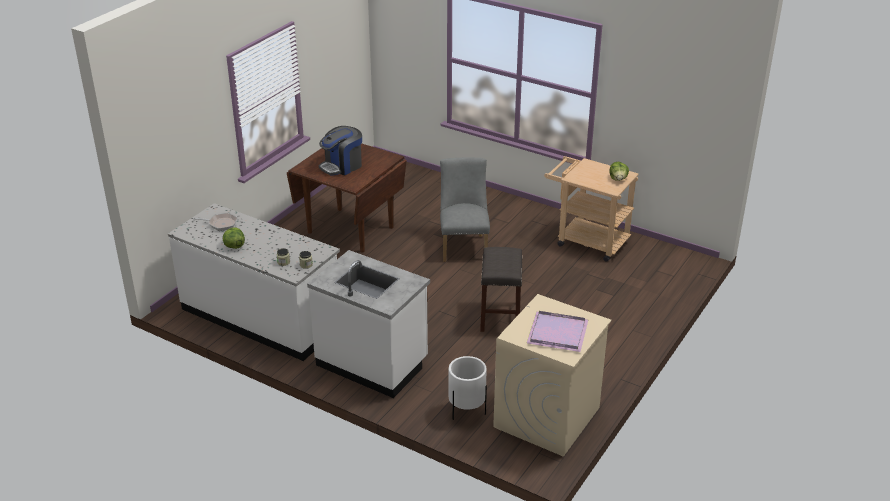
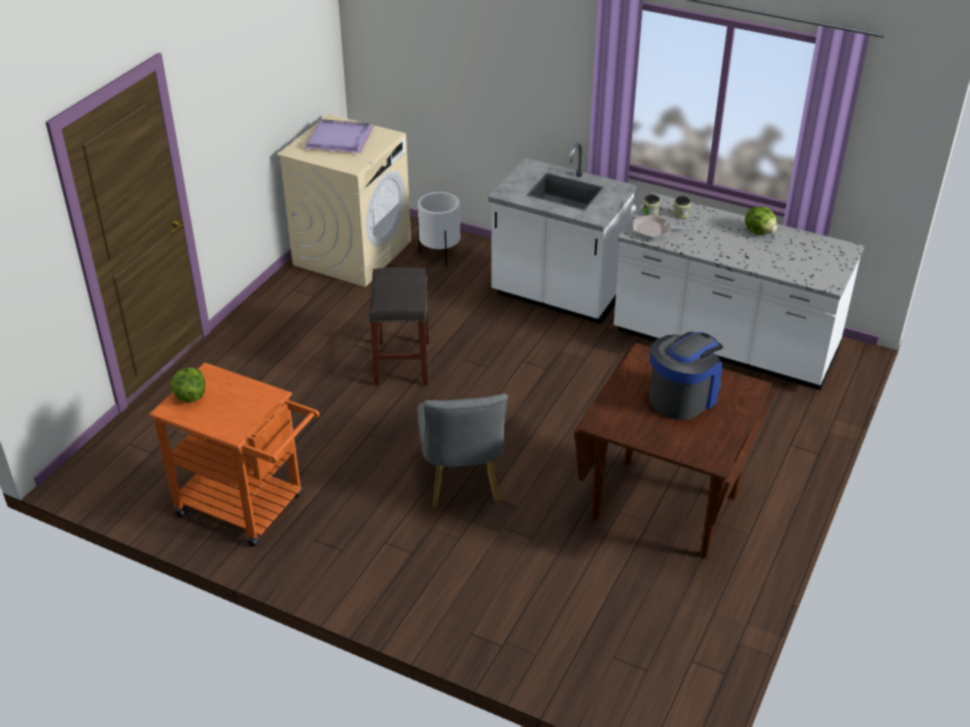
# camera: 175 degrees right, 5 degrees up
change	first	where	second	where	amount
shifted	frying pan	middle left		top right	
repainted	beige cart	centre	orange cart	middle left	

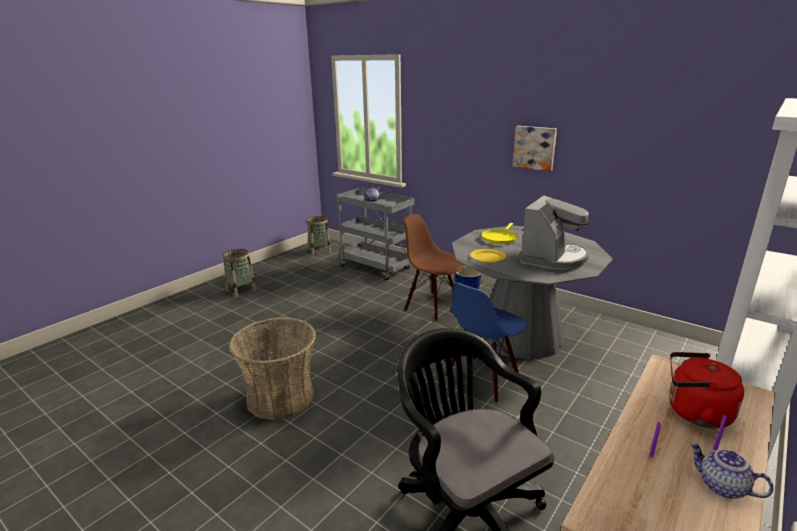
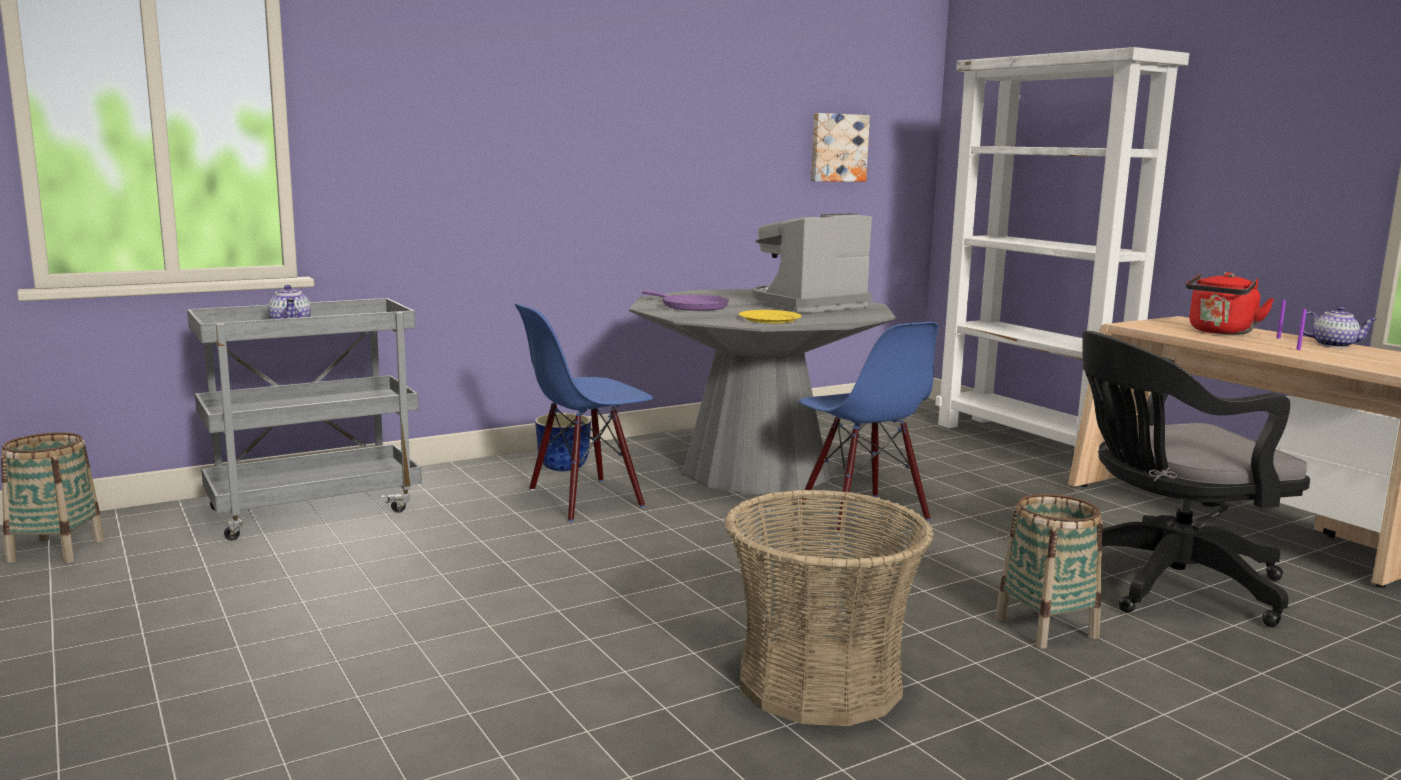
# camera: 70 degrees left, 10 degrees down
change	first	where	second	where	amount
shifted	basket (no. 1 from left in the first image)	middle left	basket (no. 3 from left)	bottom right	
repainted	brown chair	centre	blue chair (no. 1 from left)	centre	
repainted	yellow frying pan	centre	purple frying pan	centre	
shifted	picture	top right		top centre	
rotated	coffee machine	middle right		centre	90 degrees counterclockwise
rotated	teapot (no. 2 from left)	bottom right		middle right	135 degrees counterclockwise

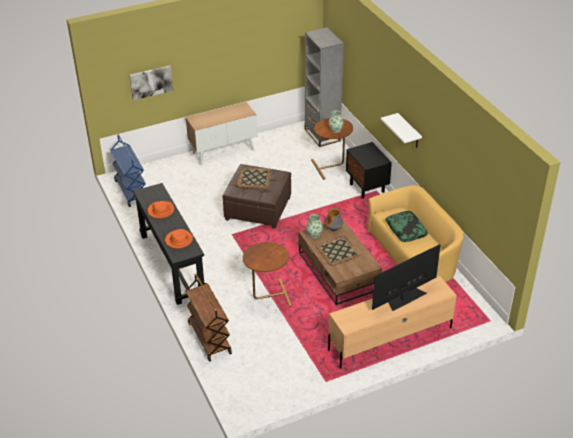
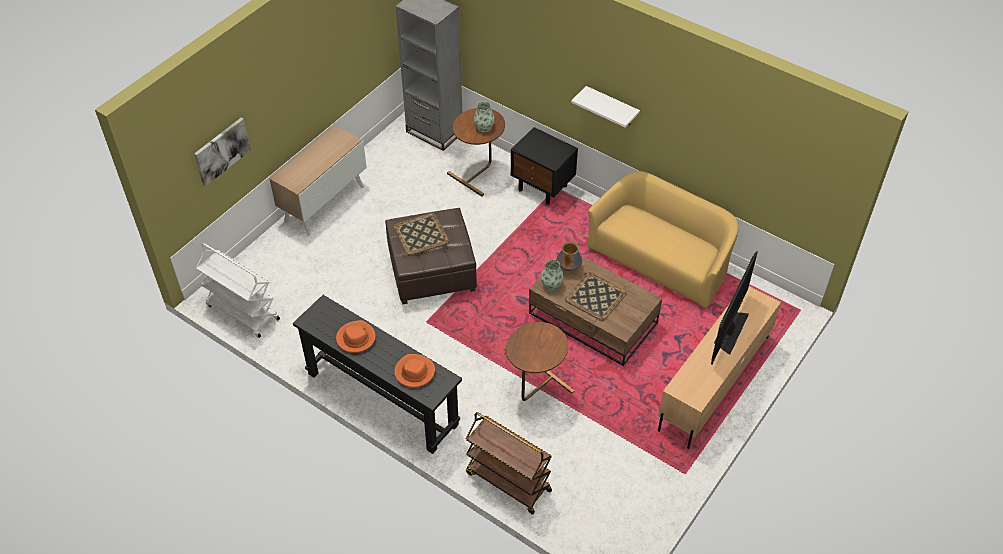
# camera: 30 degrees left, 10 degrees up
change	first	where	second	where	amount
repainted	blue cart	middle left	white cart	middle left	
gone	pillow	middle right			

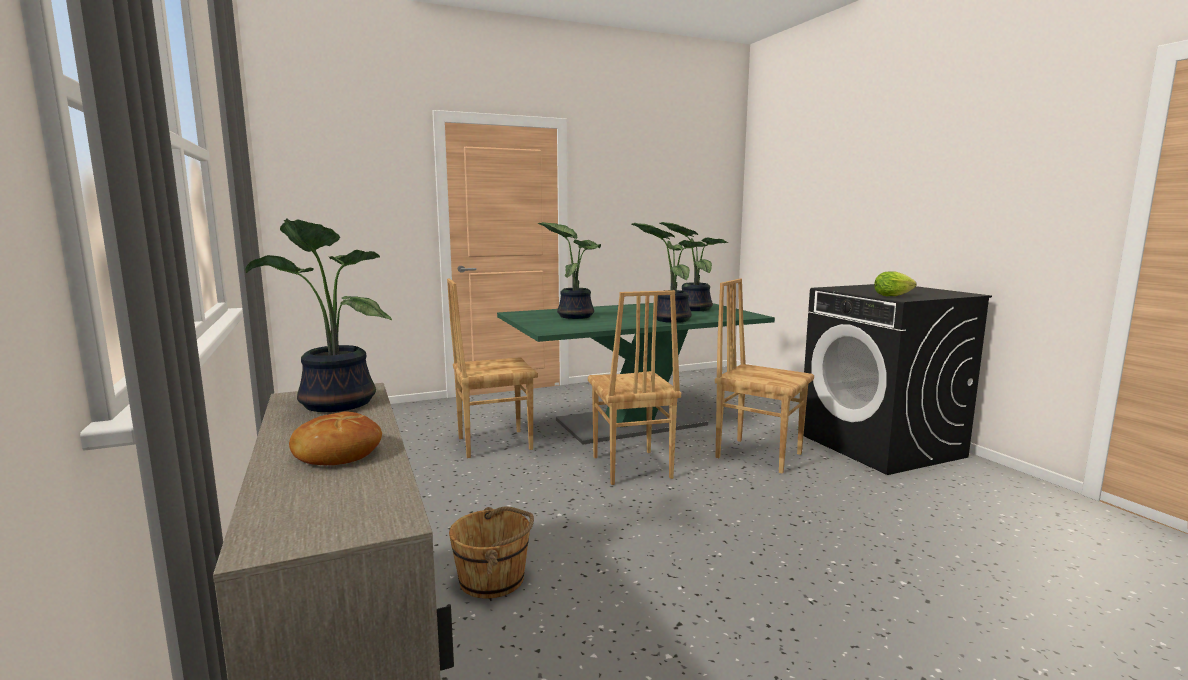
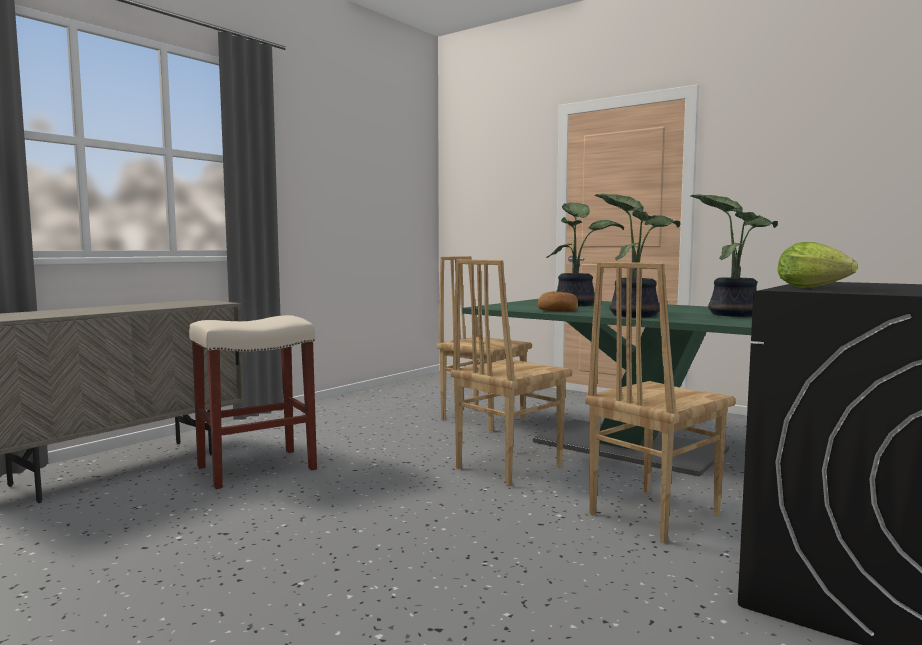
# camera: 60 degrees right, 5 degrees down
change	first	where	second	where	amount
gone	potted plant (no. 1 from left)	middle left			
shifted	bread	middle left		centre	
swapped	brown bucket	bottom centre	beige stool	middle left	
rotated	brown chair (no. 3 from left)	centre		middle right	135 degrees counterclockwise

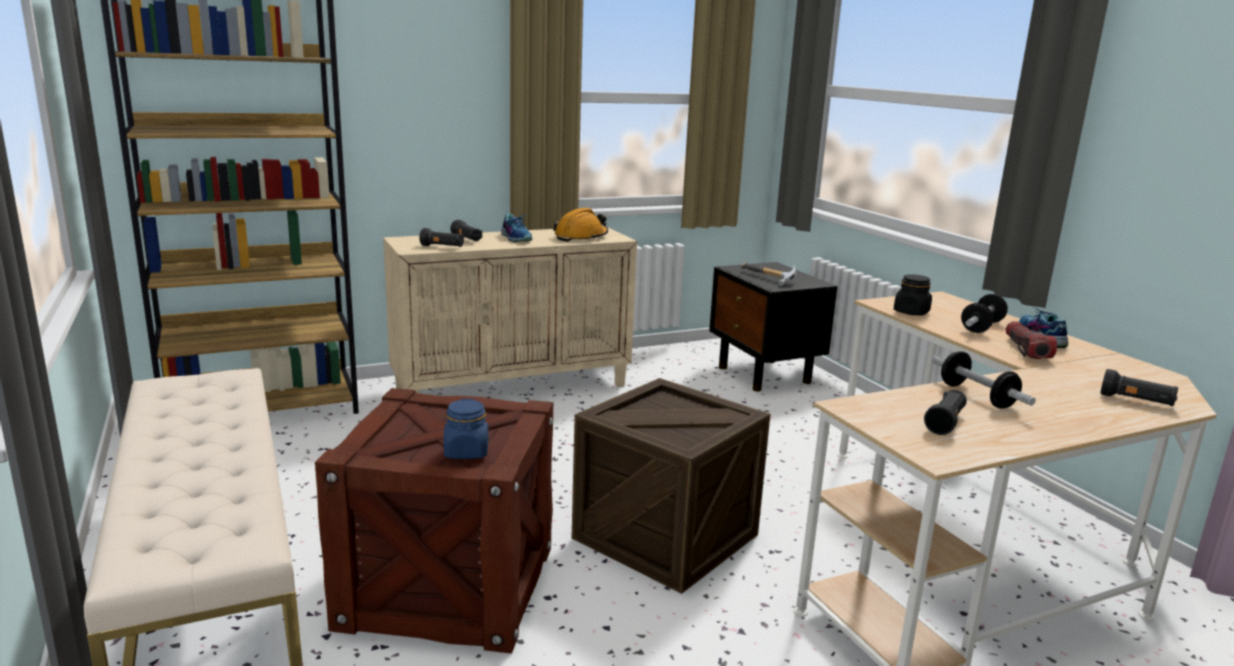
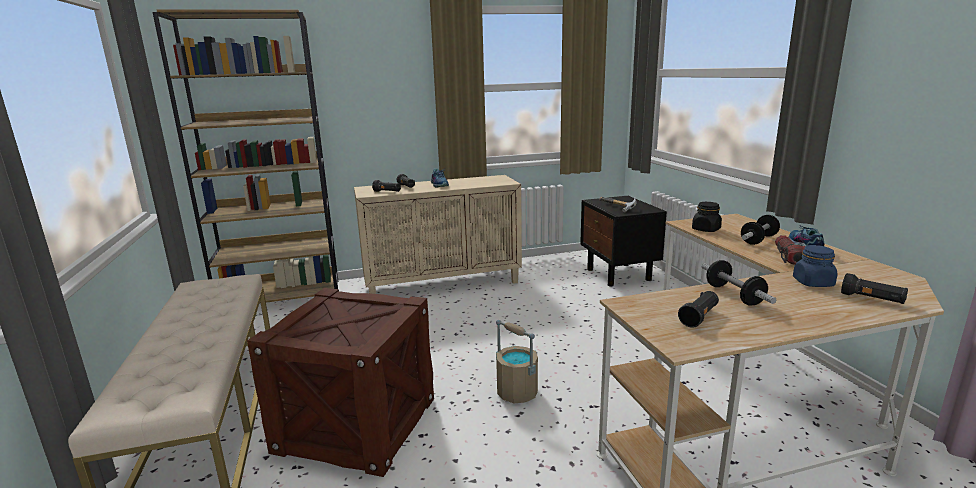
# camera: 10 degrees right, 0 degrees up
change	first	where	second	where	amount
shifted	blue jar	centre		middle right	
gone	orange hard hat	centre			
swapped	crate (no. 2 from left)	bottom centre	beige bucket	bottom centre	

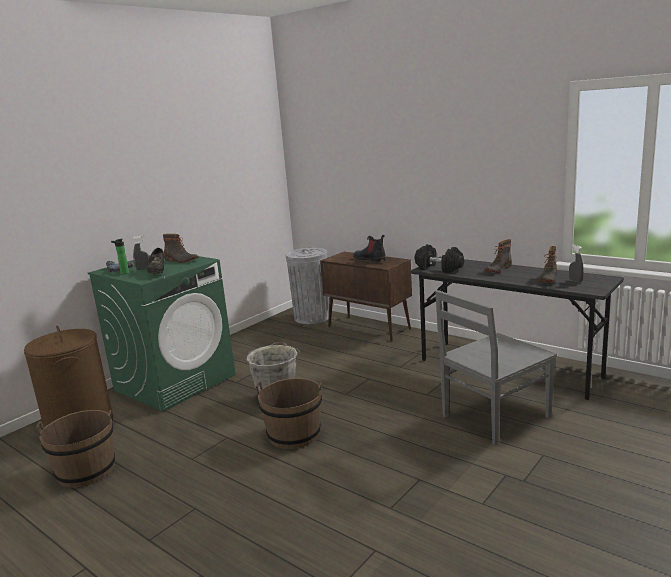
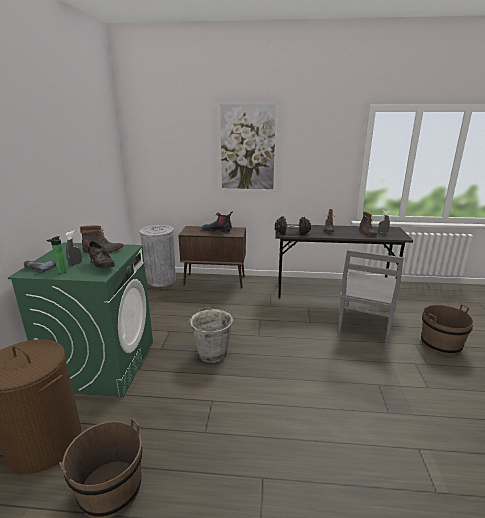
# camera: 35 degrees left, 5 degrees up
change	first	where	second	where	amount
shifted	brown bucket (no. 2 from left)	bottom centre		middle right	
new			picture	top centre	

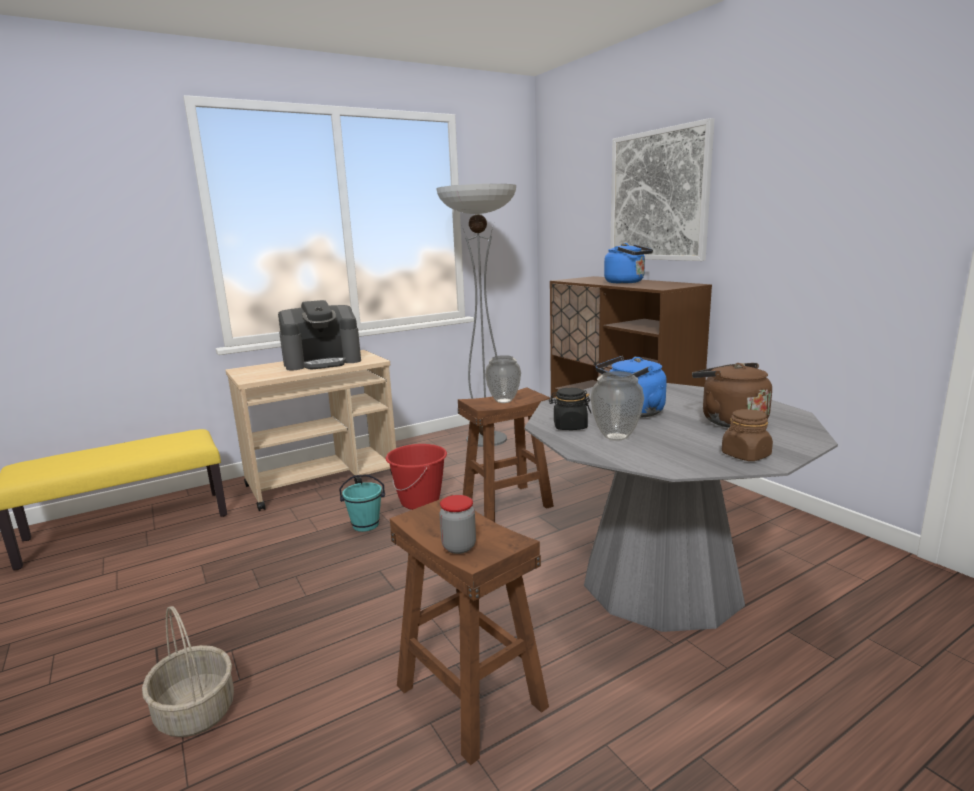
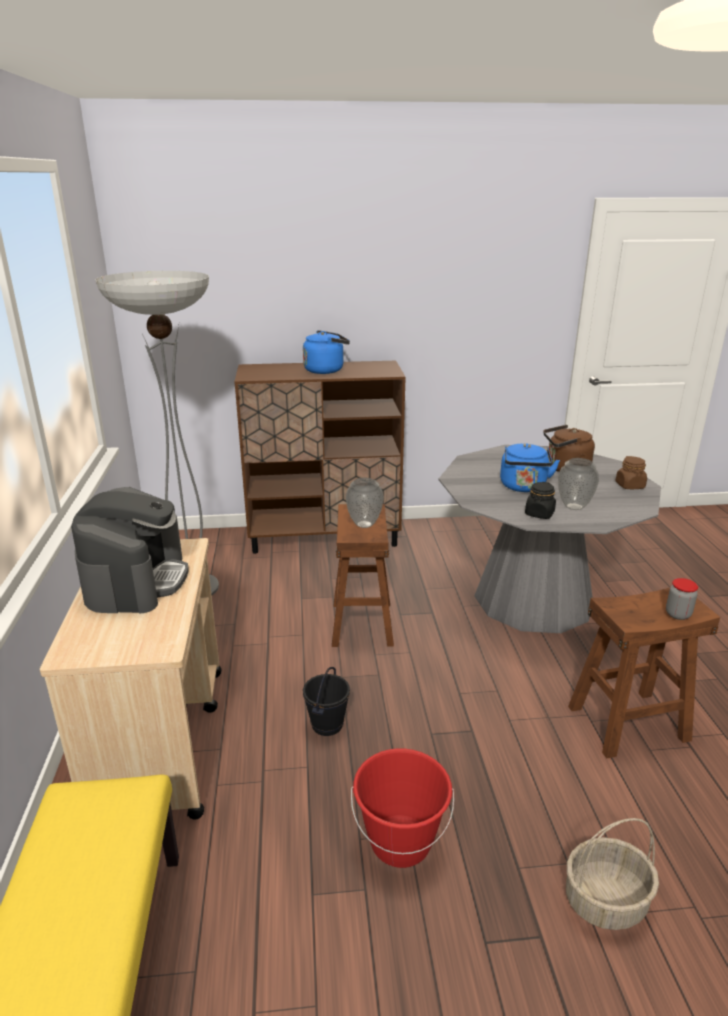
# camera: 65 degrees left, 10 degrees up
change	first	where	second	where	amount
repainted	turquoise bucket	centre	black bucket	bottom centre	
shifted	red bucket	centre		bottom centre	
gone	picture	top right			

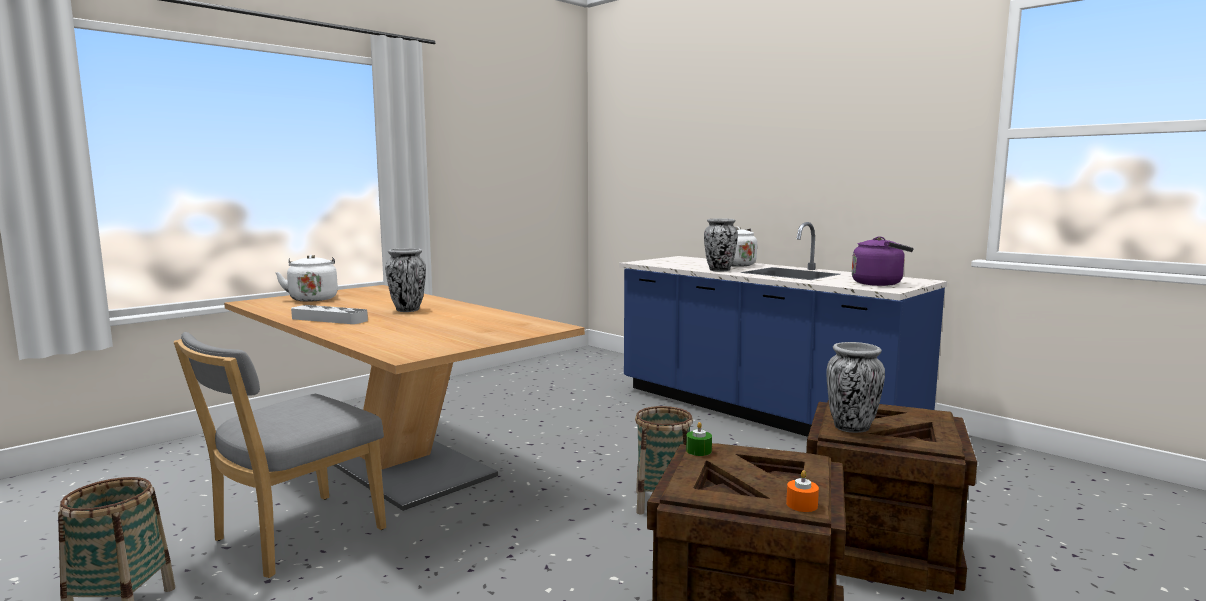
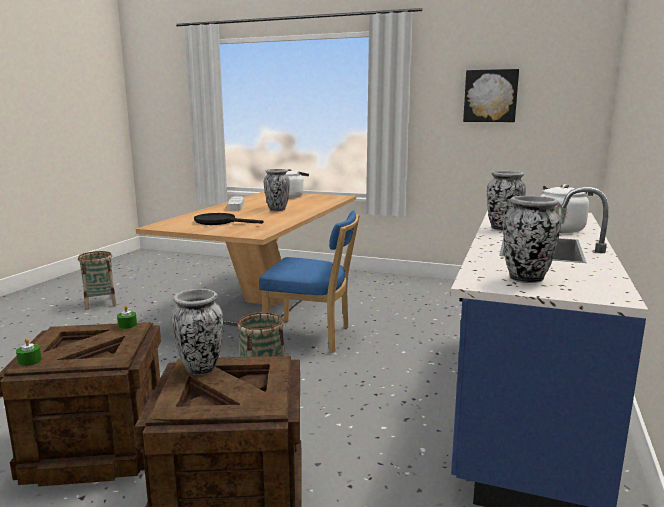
# camera: 65 degrees right, 5 degrees up
change	first	where	second	where	amount
gone	grey chair	bottom left			
repainted	orange candle	bottom centre	green candle (no. 1 from left)	bottom left	
swapped	purple kettle	middle right	vase (no. 4 from left)	middle right	
new			black frying pan	centre	
new			blue chair	centre	
new			picture	top right	

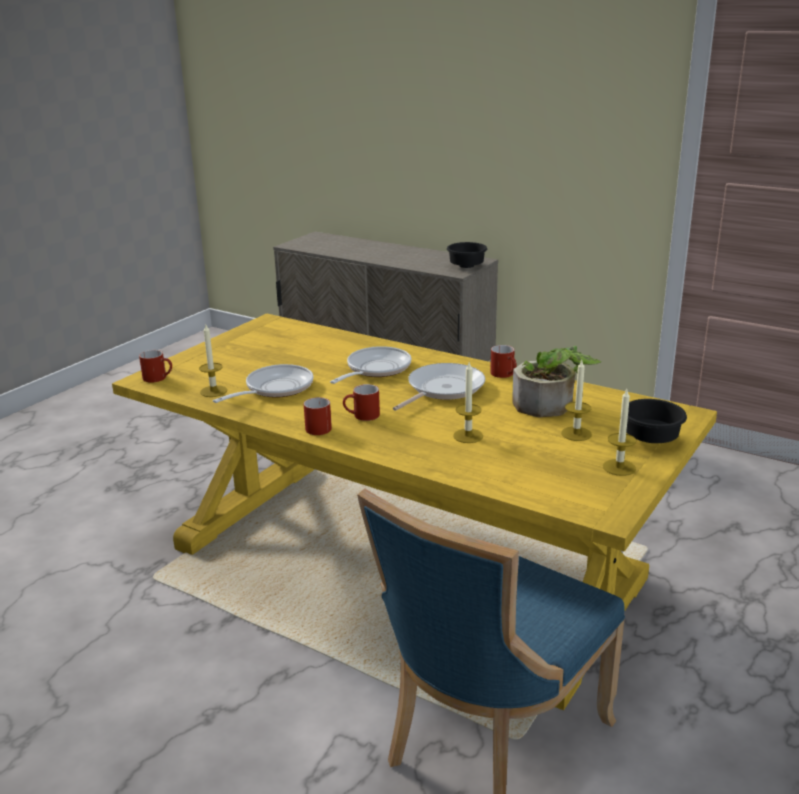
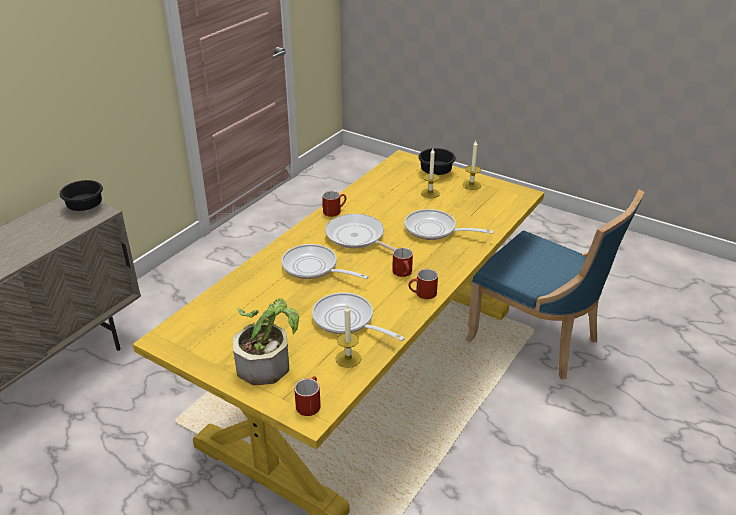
# camera: 90 degrees left, 10 degrees up
change	first	where	second	where	amount
swapped	candle (no. 2 from left)	centre	frying pan (no. 4 from left)	centre	
shifted	potted plant	middle right		centre	

